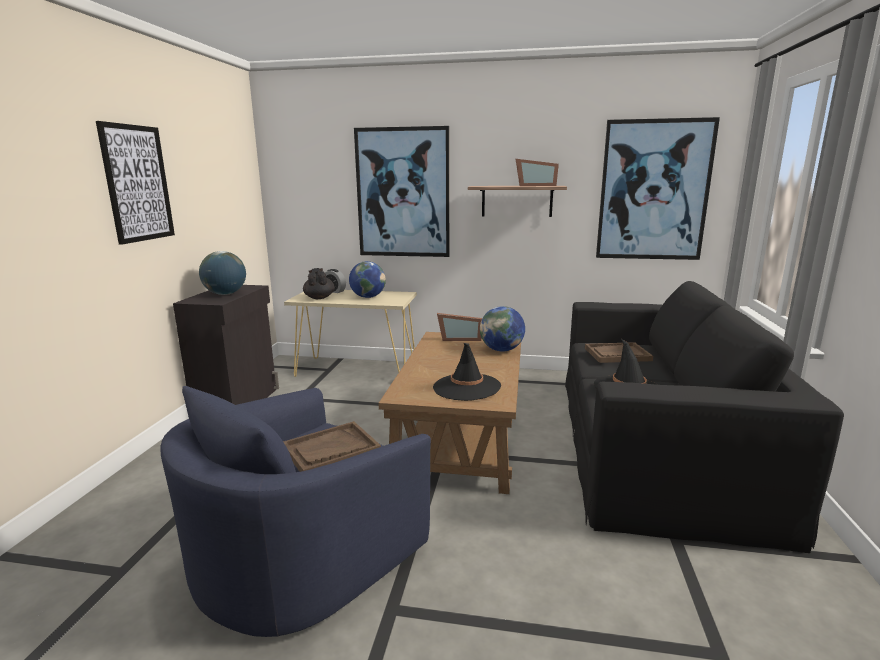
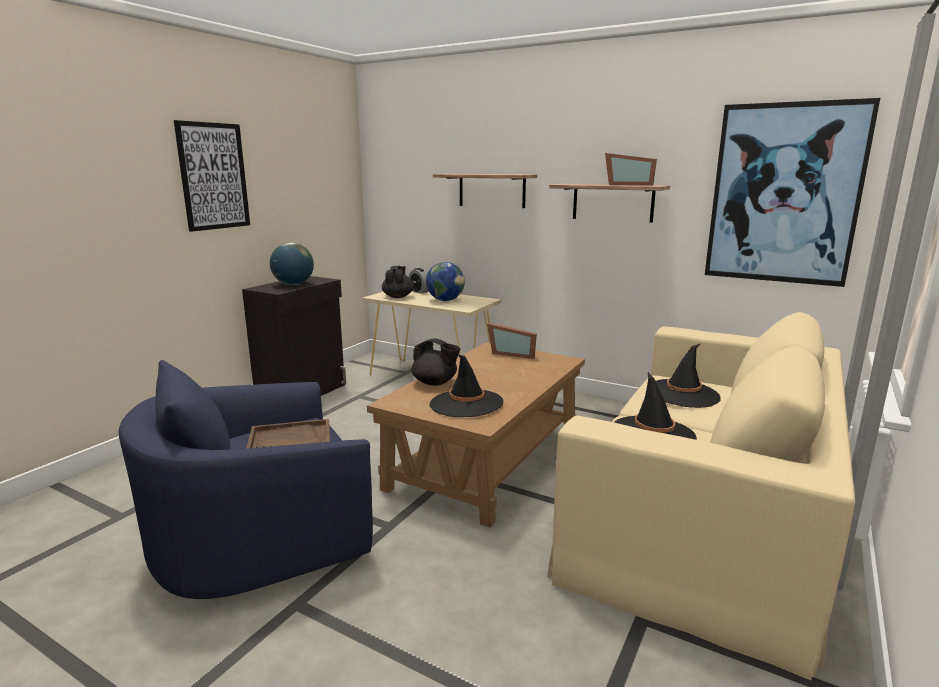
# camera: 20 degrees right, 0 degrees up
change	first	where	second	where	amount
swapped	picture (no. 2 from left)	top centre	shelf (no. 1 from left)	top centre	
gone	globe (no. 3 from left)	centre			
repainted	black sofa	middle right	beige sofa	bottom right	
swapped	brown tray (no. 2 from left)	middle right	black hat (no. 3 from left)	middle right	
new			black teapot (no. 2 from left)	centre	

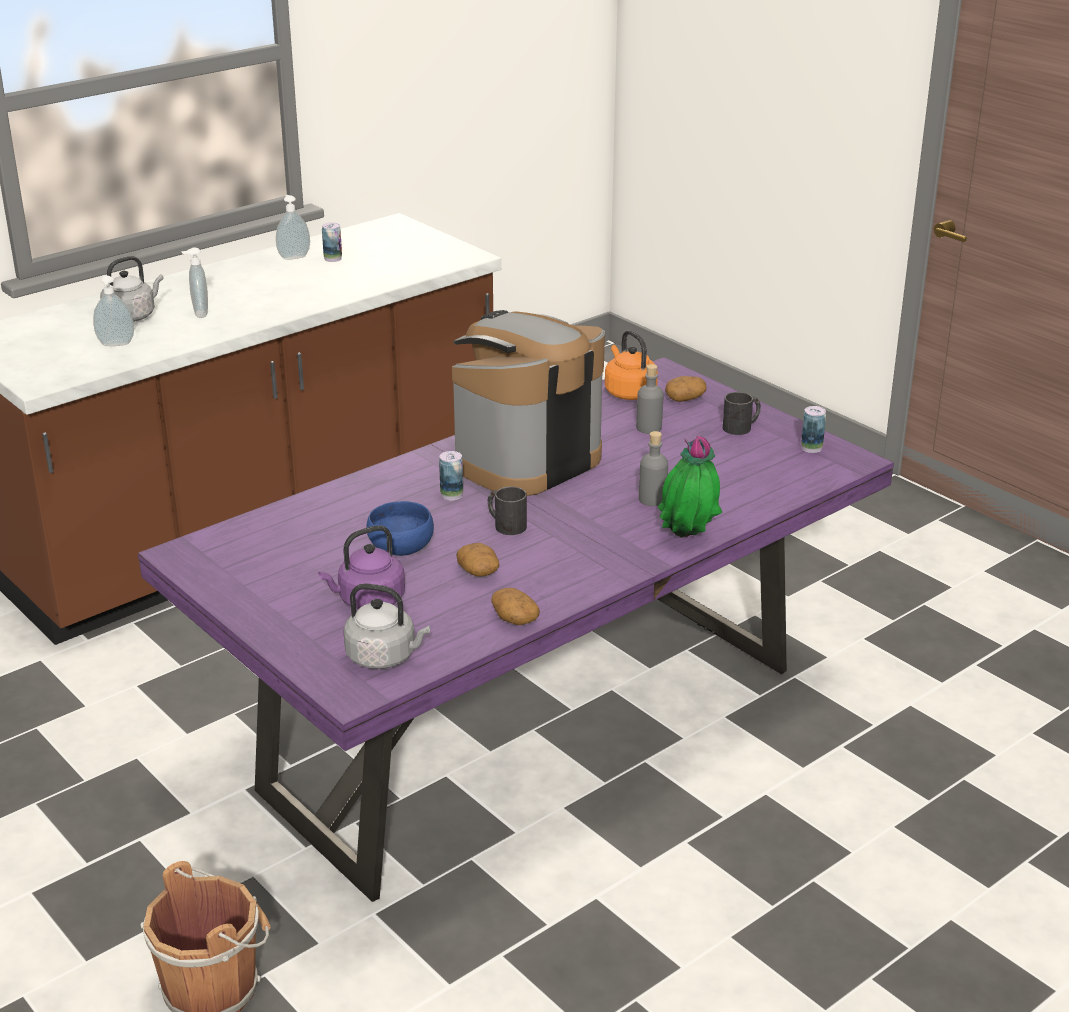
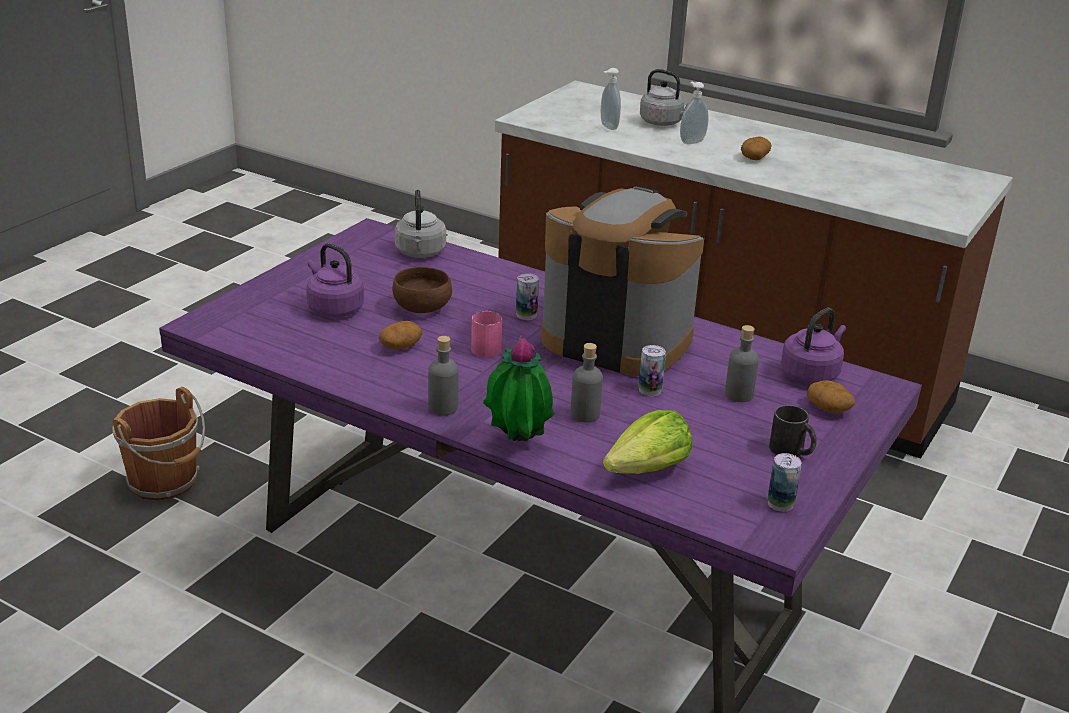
# camera: 70 degrees right, 0 degrees up
change	first	where	second	where	amount
gone	soap dispenser (no. 3 from left)	top left			
shifted	can (no. 1 from left in the first image)	top left	can (no. 2 from left)	centre	
shifted	grey kettle (no. 2 from left in the first image)	centre	grey kettle (no. 1 from left)	top centre	
repainted	blue bowl	centre	brown bowl	centre	
repainted	black mug (no. 1 from left)	centre	pink mug	centre	
shifted	potato (no. 2 from left)	centre		top right	
repainted	orange kettle	centre	purple kettle (no. 2 from left)	middle right	
new			grey bottle (no. 1 from left)	centre	
new			lettuce	centre	

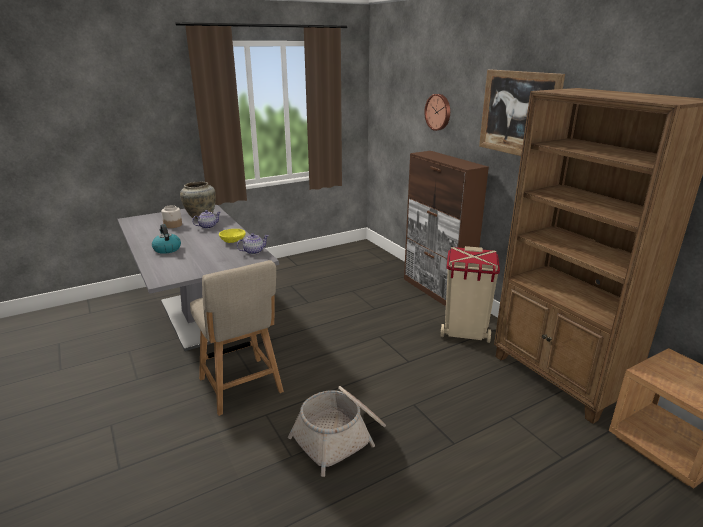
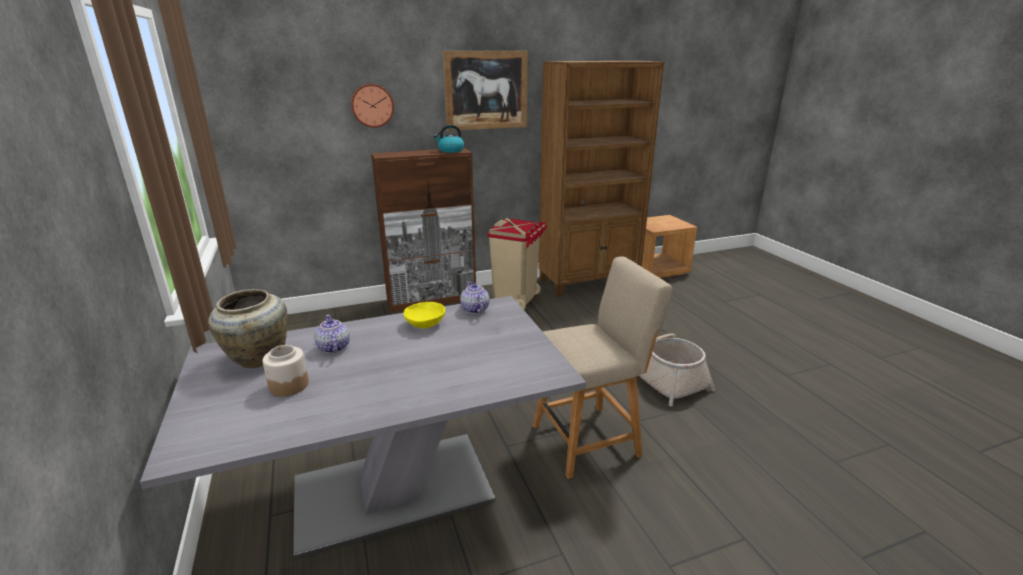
# camera: 80 degrees left, 0 degrees up
change	first	where	second	where	amount
shifted	kettle	middle left		top centre	

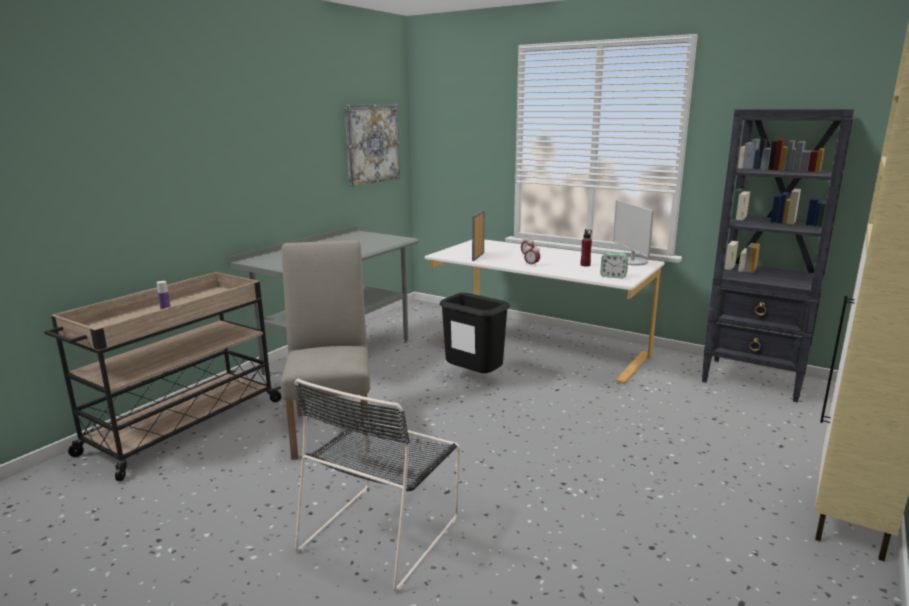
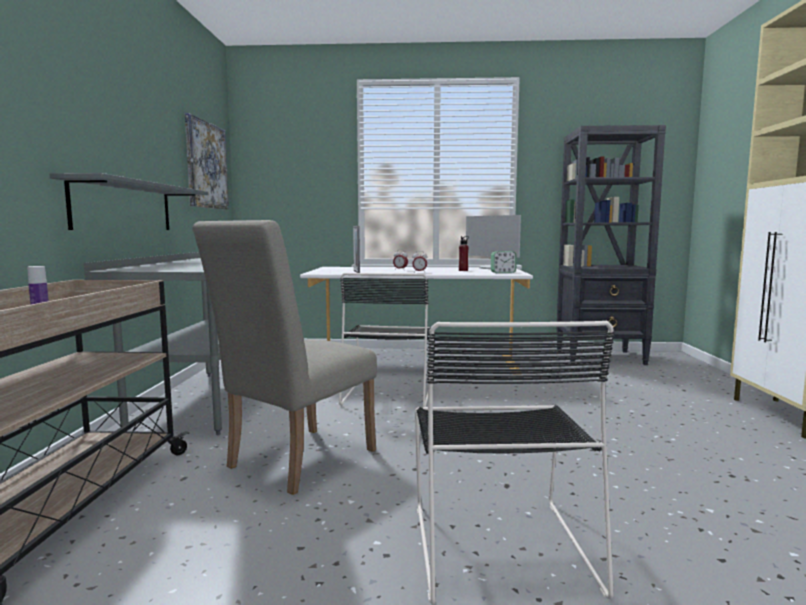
# camera: 30 degrees left, 10 degrees down
change	first	where	second	where	amount
rotated	beige chair	centre		centre	105 degrees counterclockwise
swapped	black trash can	centre	black chair (no. 1 from left)	centre	
new			grey shelf	top left	

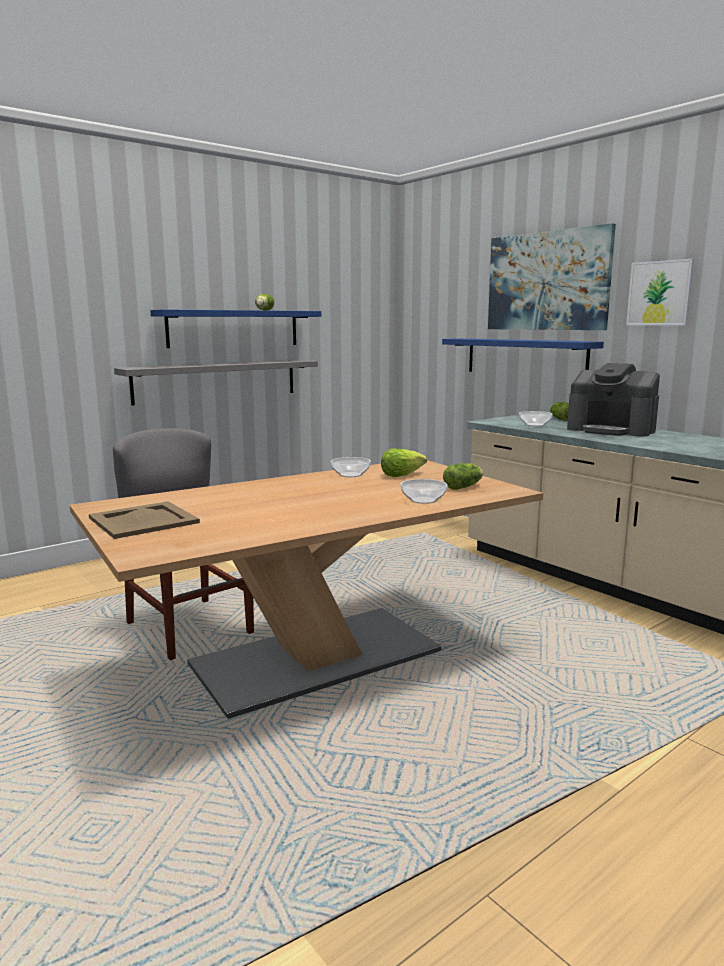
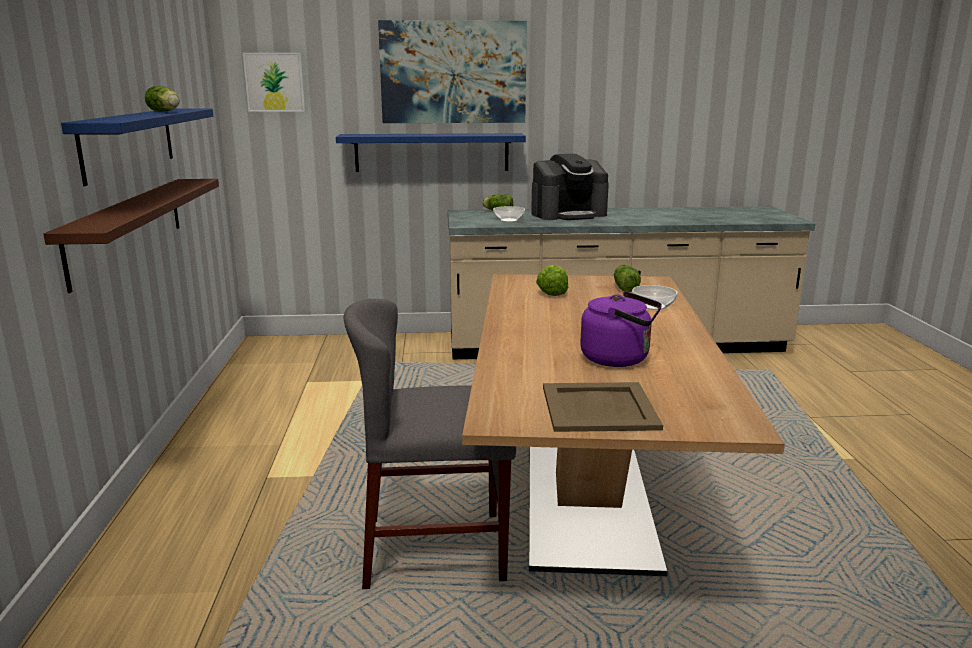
# camera: 55 degrees left, 5 degrees up
change	first	where	second	where	amount
repainted	grey shelf	middle left	brown shelf	middle left	
gone	bowl (no. 1 from left)	centre			
shifted	picture (no. 2 from left in the first image)	top right	picture (no. 1 from left)	top left	
new			purple kettle	centre	

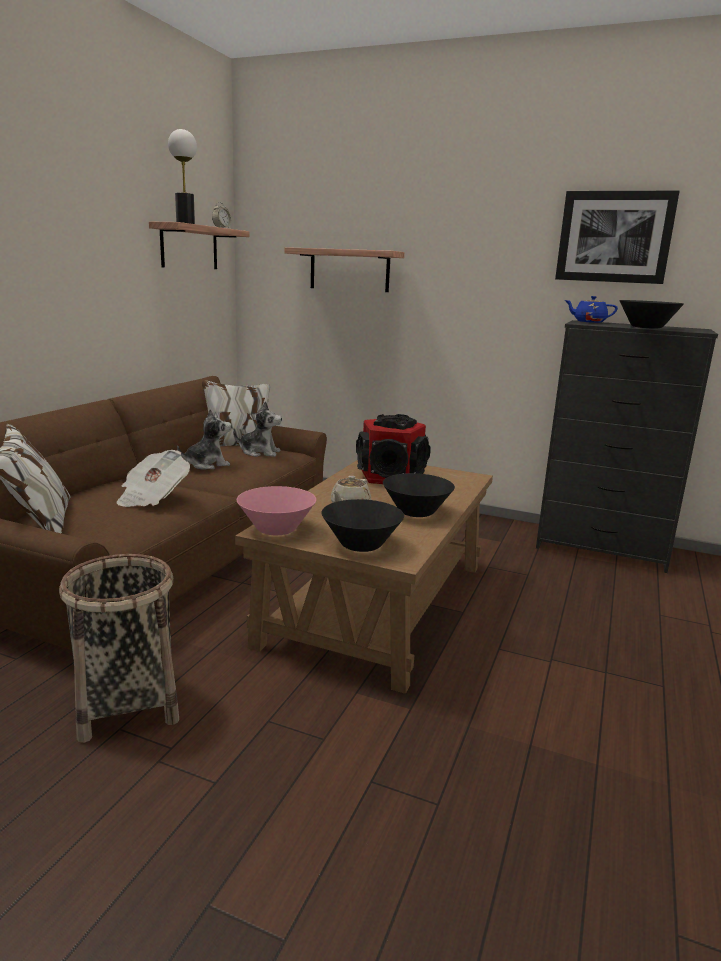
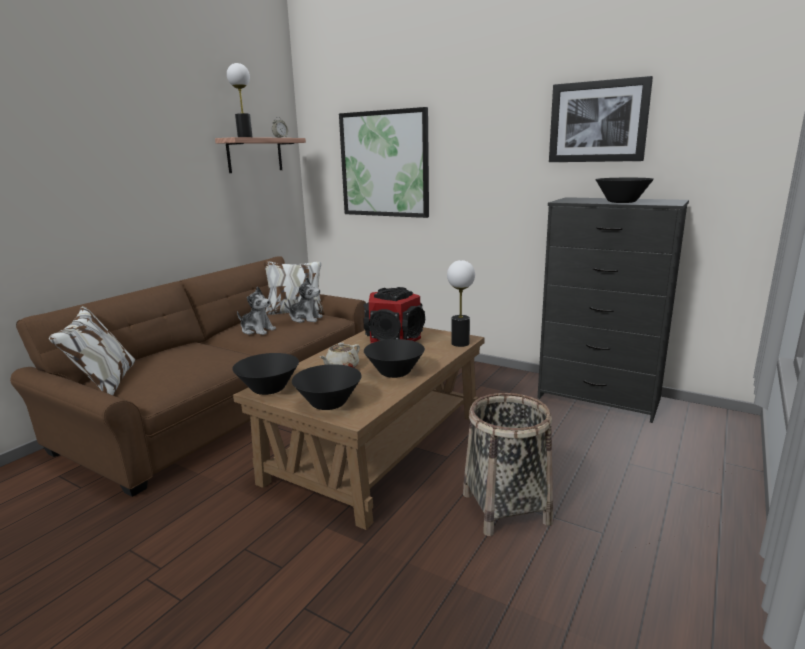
# camera: 10 degrees right, 0 degrees up
change	first	where	second	where	amount
shifted	basket	bottom left		bottom centre	
gone	newspaper	middle left			
rotated	plush toy (no. 1 from left)	middle left		middle left	45 degrees clockwise
repainted	pink bowl	centre	black bowl (no. 1 from left)	middle left	
swapped	shelf (no. 2 from left)	top centre	picture (no. 1 from left)	top centre	
gone	blue teapot	top right			
new			table lamp (no. 2 from left)	centre	

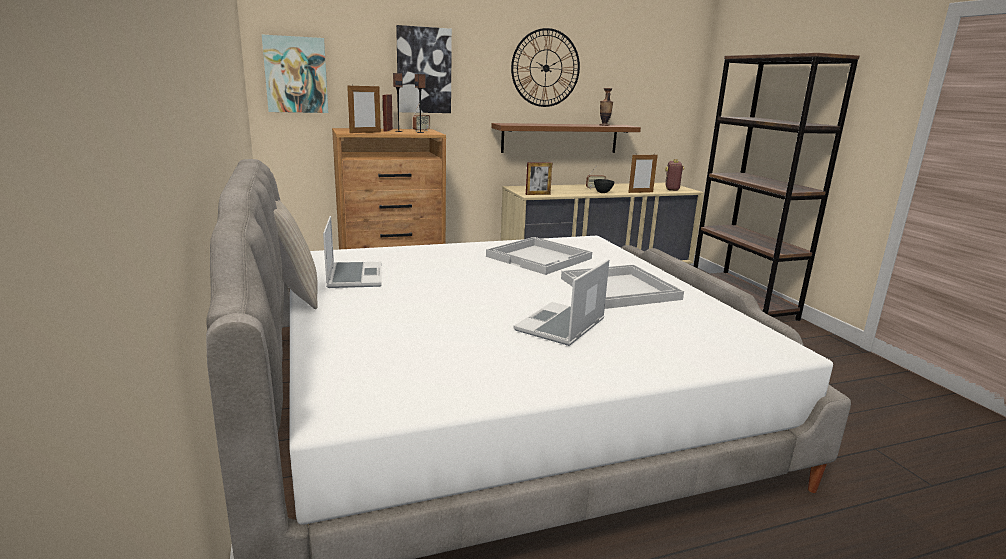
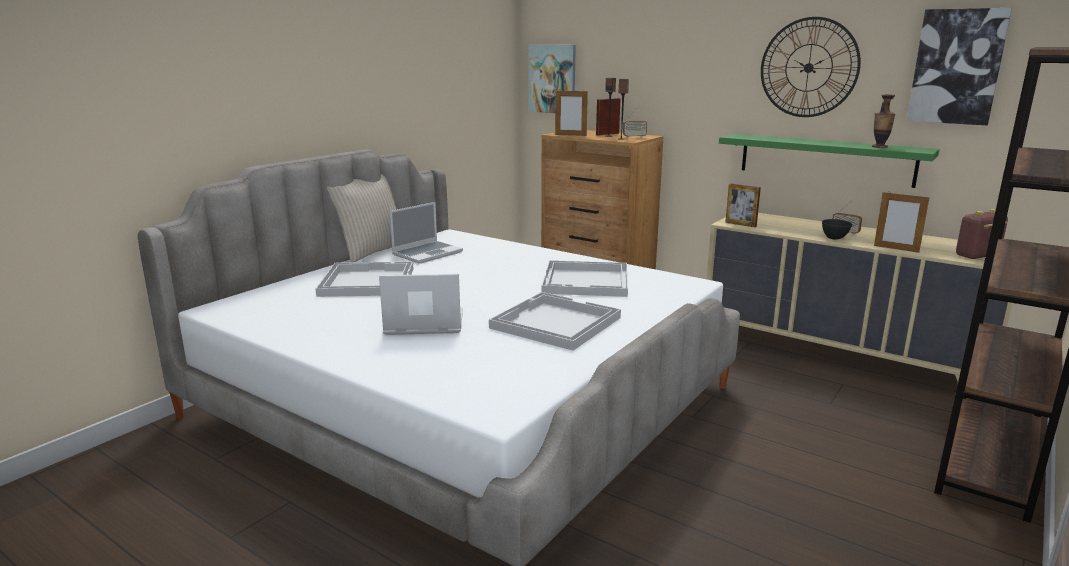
# camera: 55 degrees right, 0 degrees up
change	first	where	second	where	amount
shifted	picture (no. 2 from left)	top centre		top right	
repainted	brown shelf	top centre	green shelf	top right	
new			white tray (no. 1 from left)	centre	

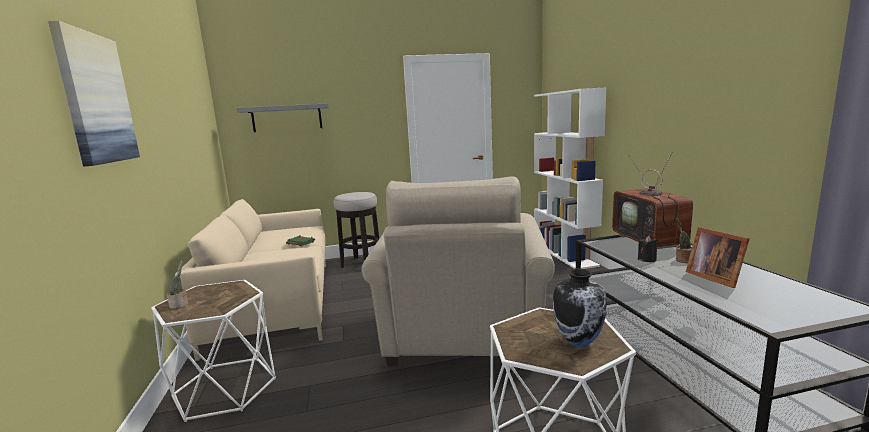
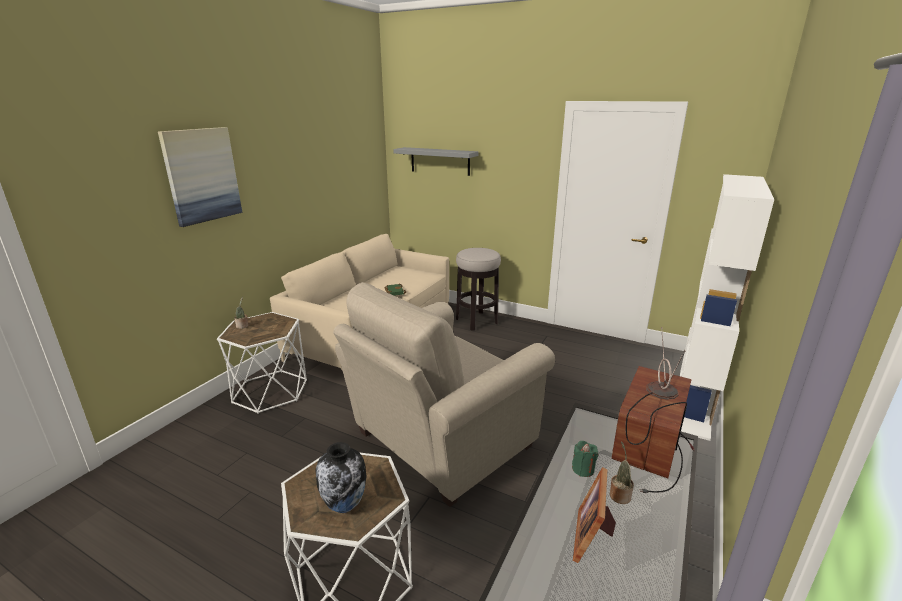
# camera: 40 degrees right, 10 degrees up
change	first	where	second	where	amount
repainted	black candle	middle right	green candle	bottom centre	

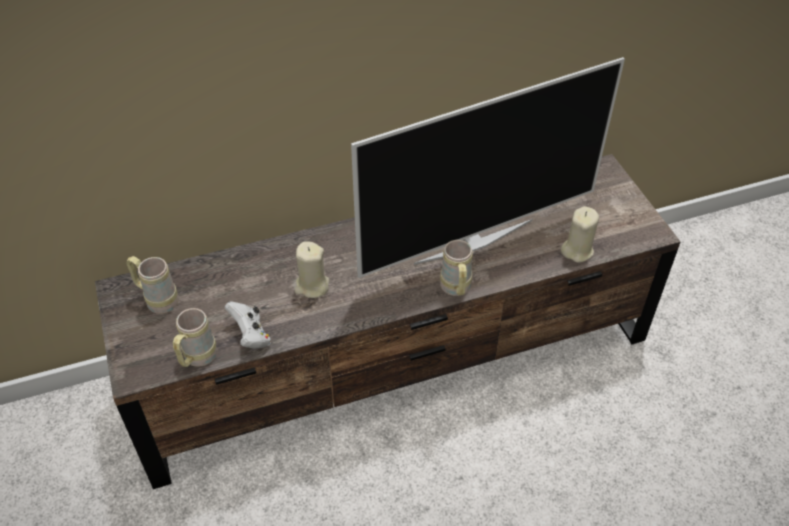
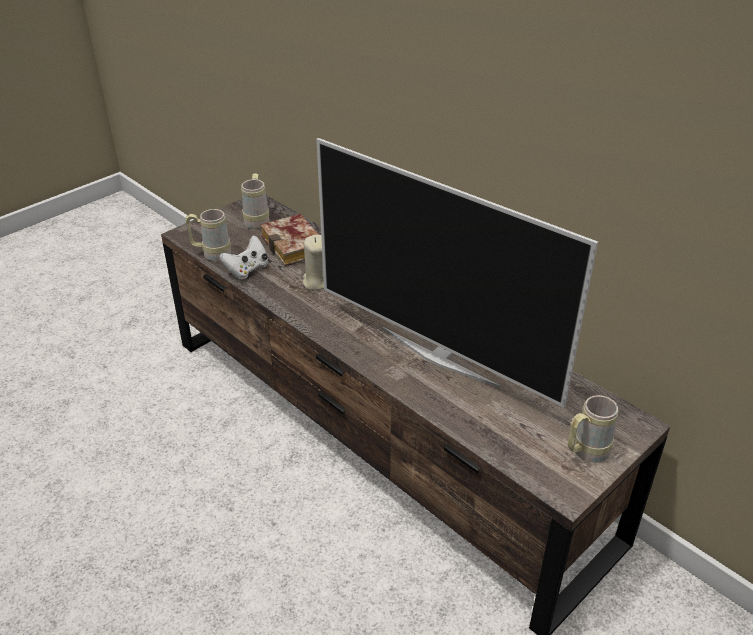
# camera: 65 degrees right, 10 degrees down
change	first	where	second	where	amount
shifted	beige mug (no. 3 from left)	centre		bottom right	
gone	beige candle (no. 2 from left)	middle right			
new			book	centre	

